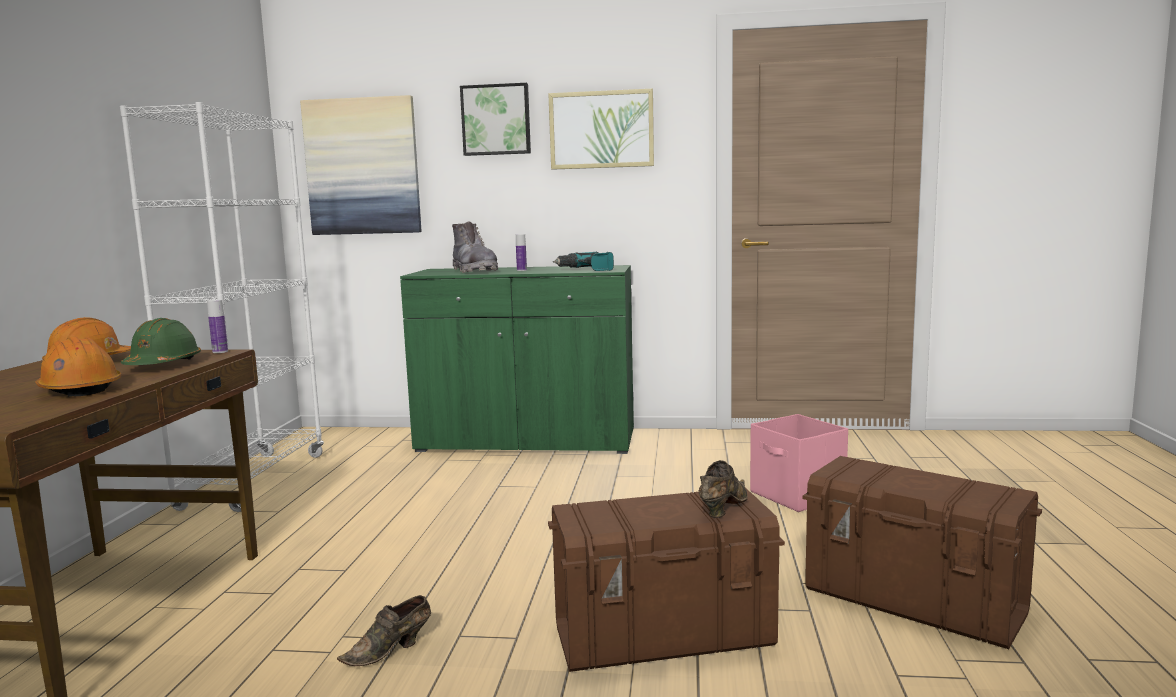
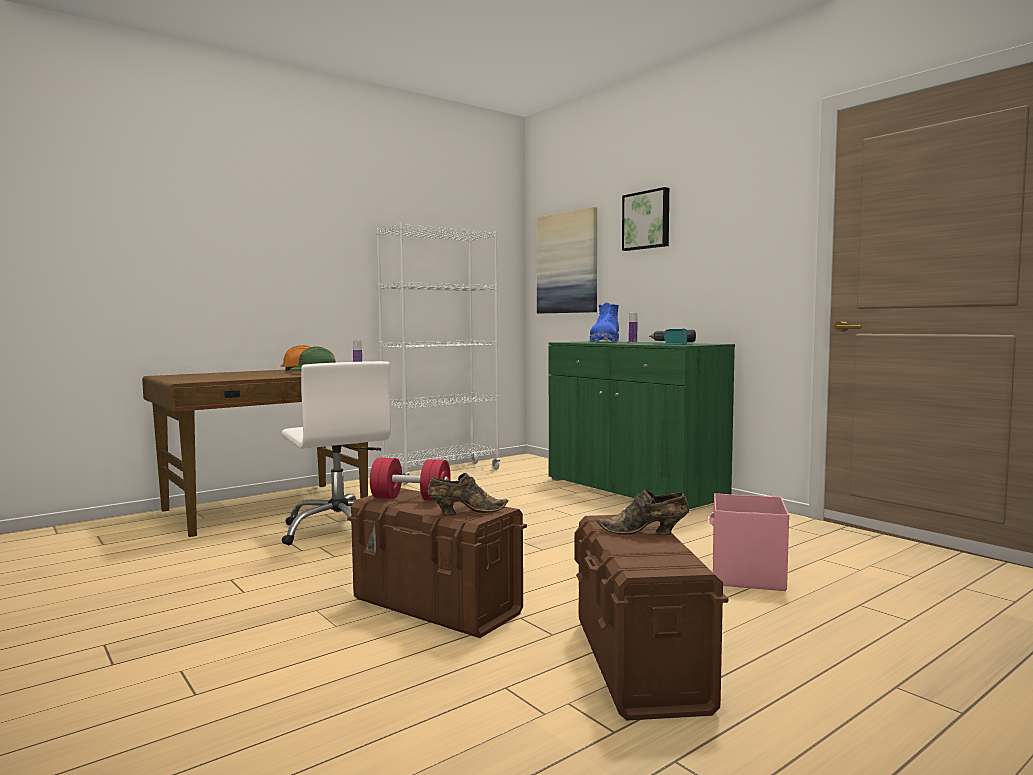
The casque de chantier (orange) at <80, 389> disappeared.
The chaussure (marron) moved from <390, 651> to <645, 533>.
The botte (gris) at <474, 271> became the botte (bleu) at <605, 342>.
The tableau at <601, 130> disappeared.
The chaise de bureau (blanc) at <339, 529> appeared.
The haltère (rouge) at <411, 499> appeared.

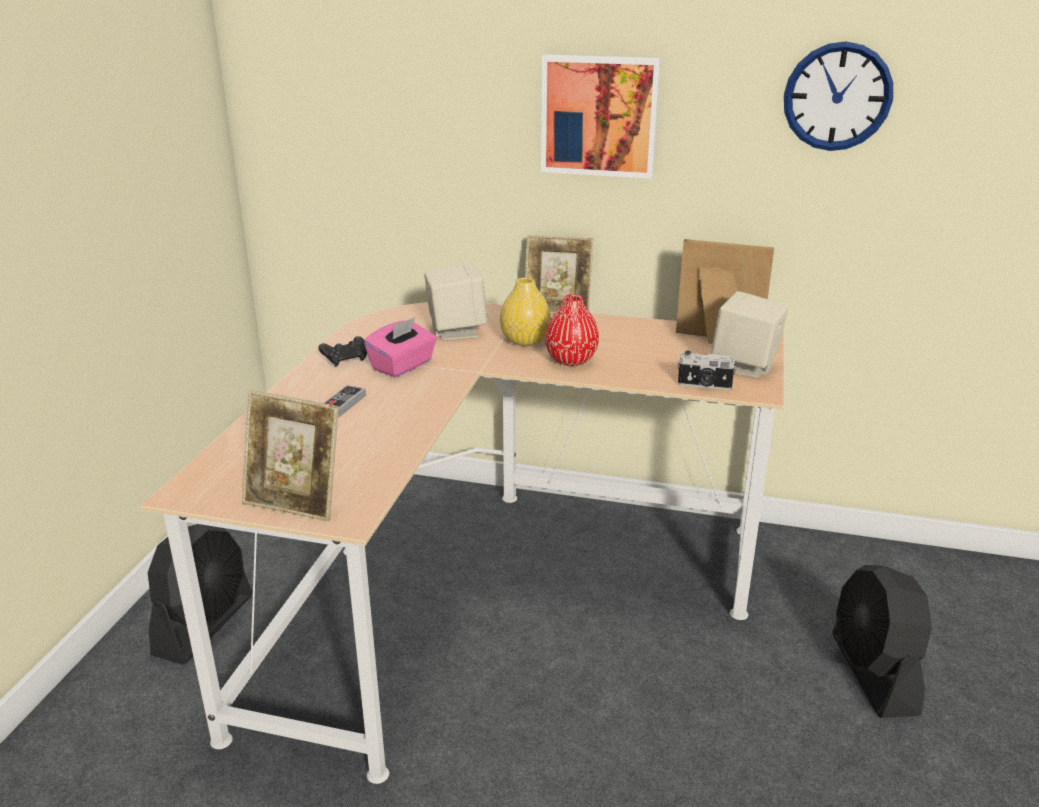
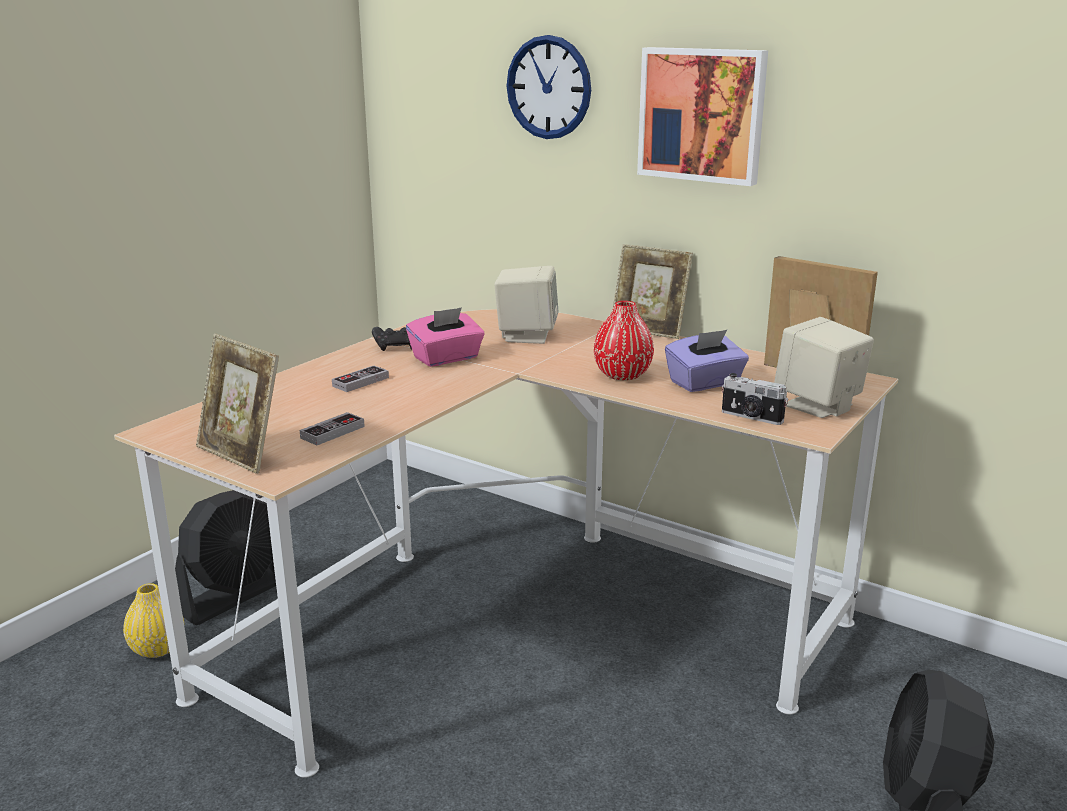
The vase (jaune) moved from <525, 340> to <158, 648>.
The horloge murale moved from <837, 97> to <549, 87>.
The manette at <332, 432> appeared.
The boîte à mouchoirs (violet) at <705, 383> appeared.

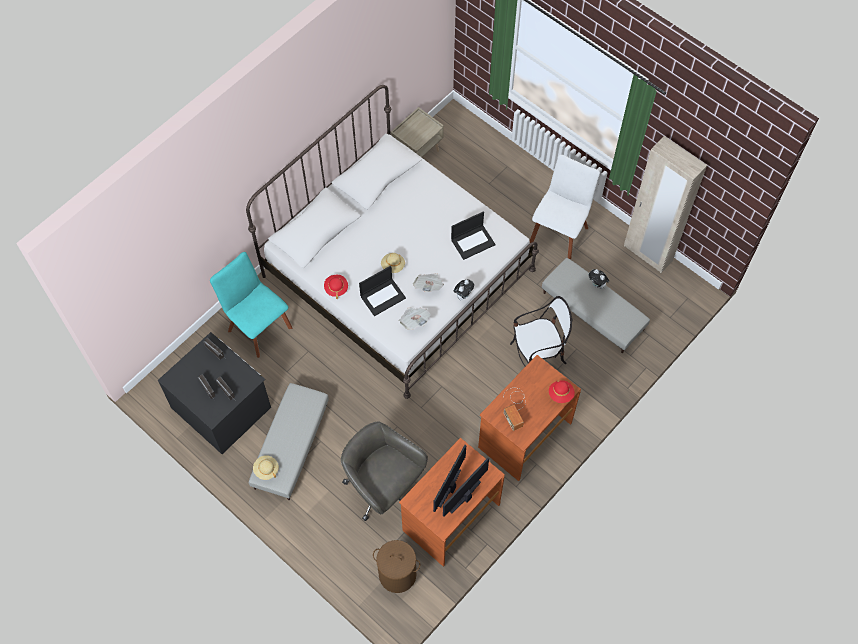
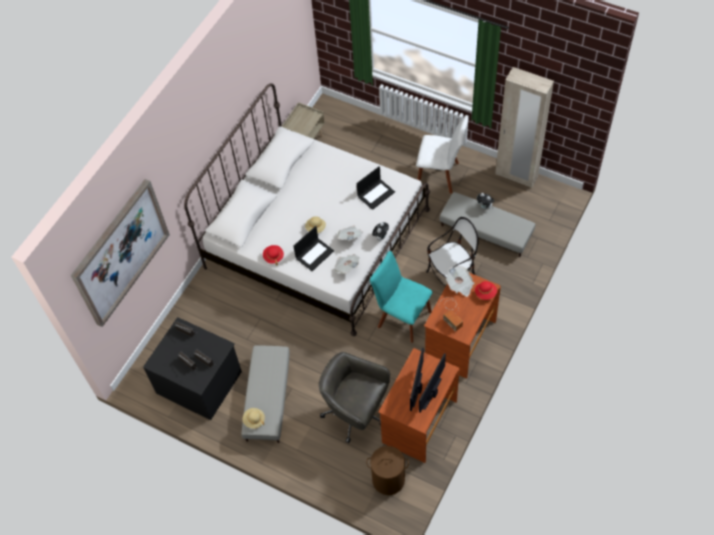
The chaise (turquoise) moved from <258, 326> to <402, 317>.
The chaise (blanc) at <559, 232> turned 90 degrees clockwise.
The tableau at <120, 252> appeared.
The journal at <460, 285> appeared.

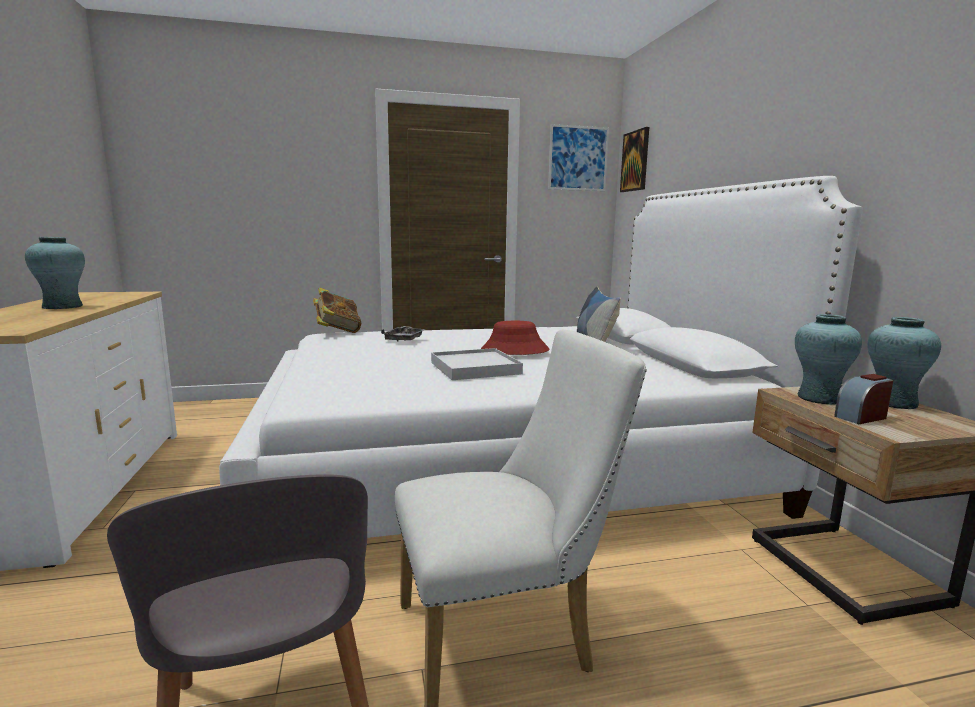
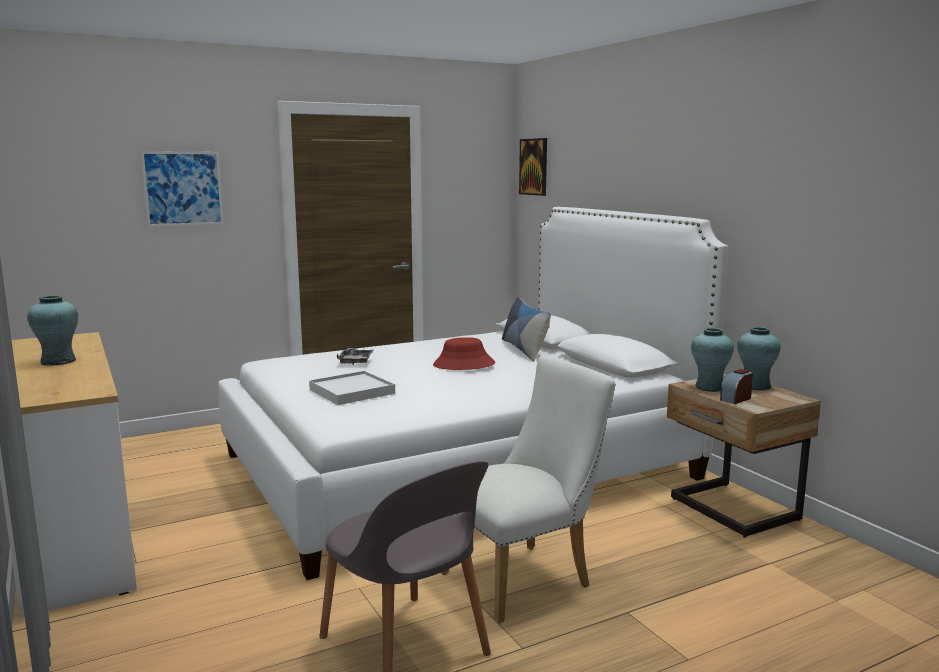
The livre at <337, 331> disappeared.
The plateau (blanc) moved from <475, 368> to <351, 391>.
The tableau moved from <578, 158> to <183, 188>.

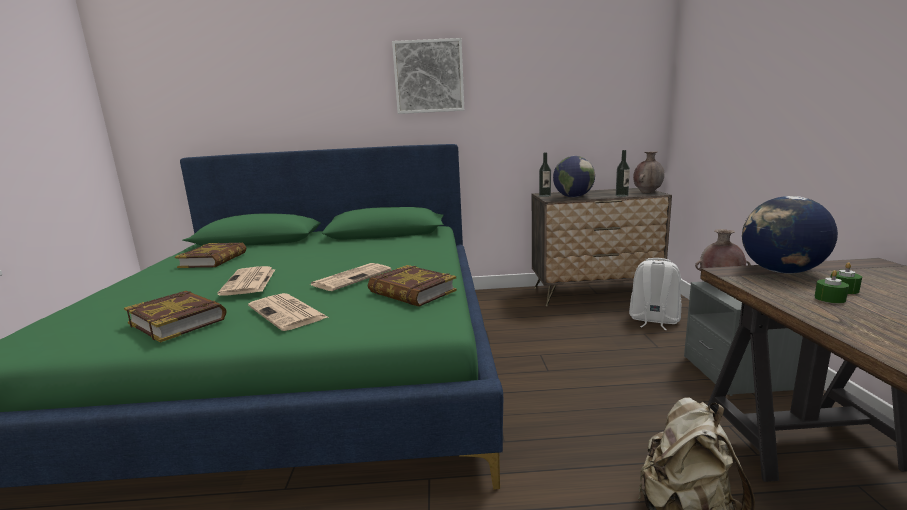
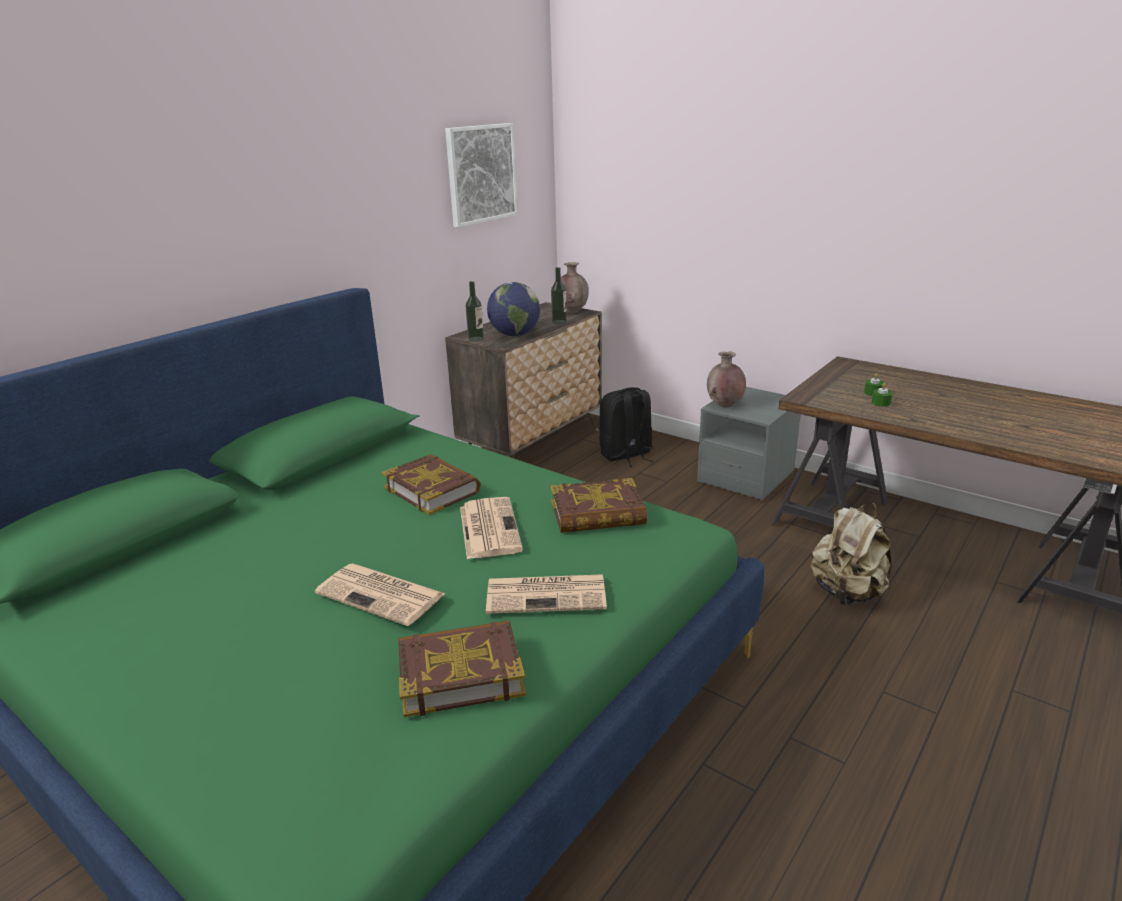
The livre moved from <214, 260> to <432, 489>.
The tableau moved from <429, 77> to <481, 174>.
The sac à dos (blanc) at <653, 320> became the sac à dos (noir) at <626, 455>.
The globe at <781, 271> disappeared.

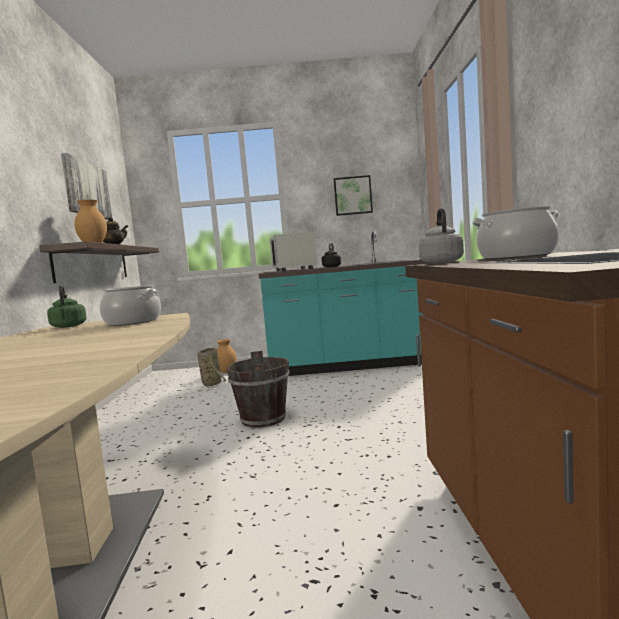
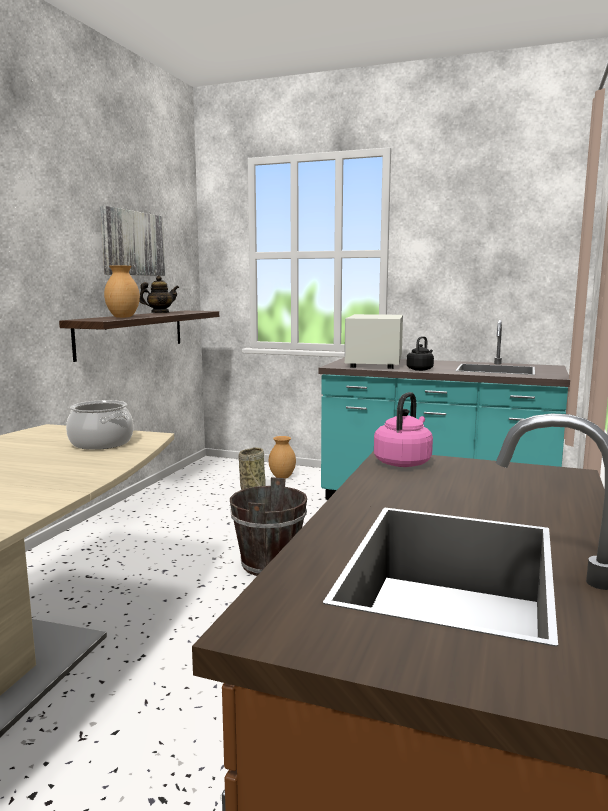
The bouilloire (vert) at <68, 326> disappeared.
The tableau at <352, 196> disappeared.
The bouilloire (gris) at <441, 262> became the bouilloire (rose) at <403, 462>.
The marmite at <516, 256> disappeared.

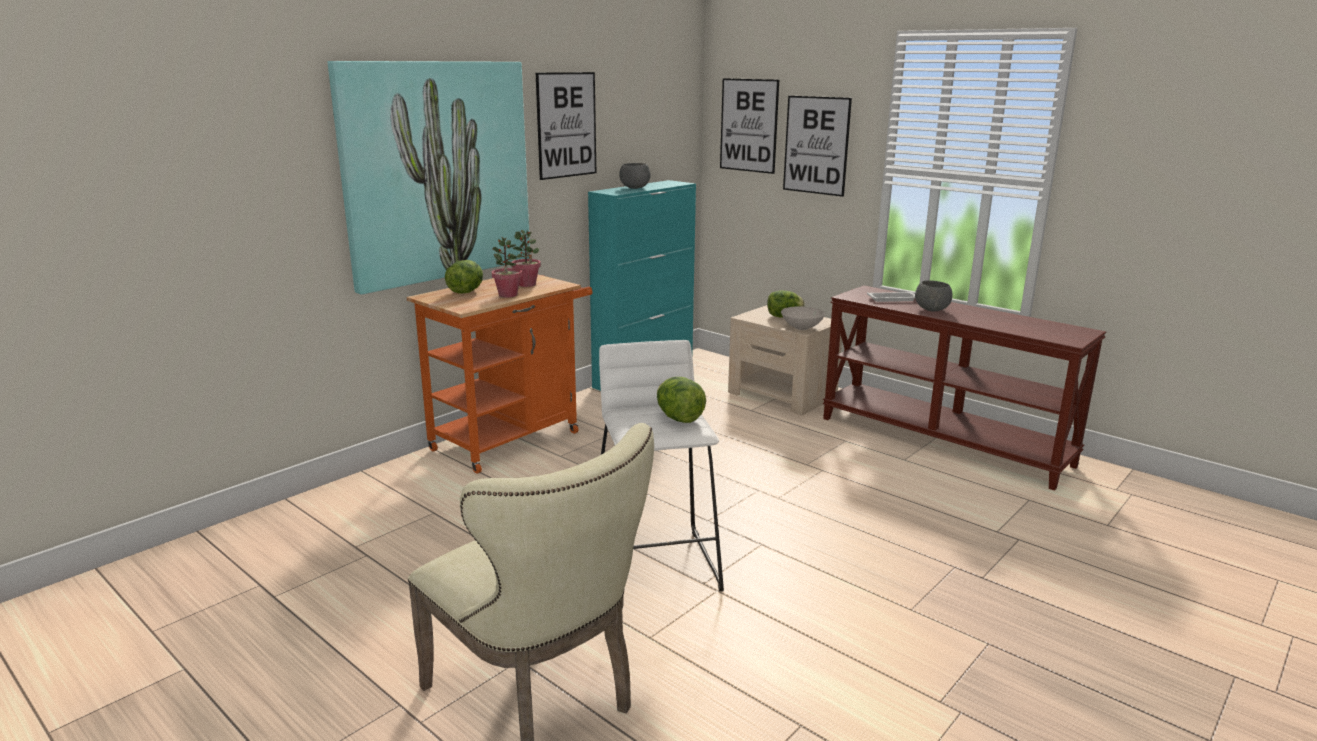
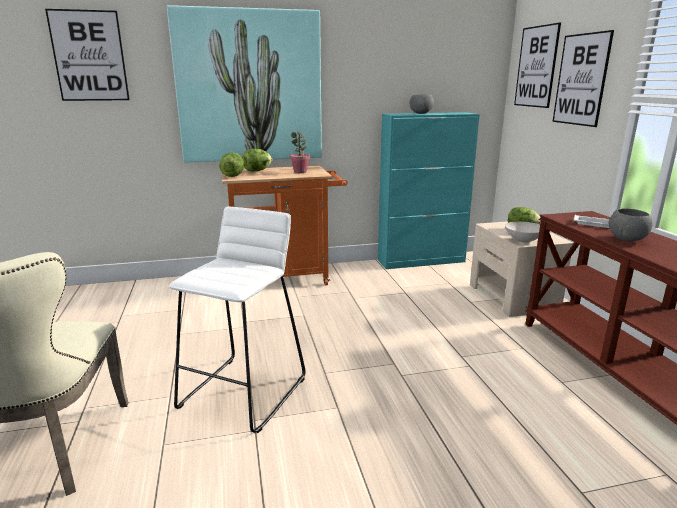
The plante en pot at <508, 295> disappeared.
The tableau moved from <566, 125> to <89, 56>.
The laitue moved from <679, 418> to <233, 176>.

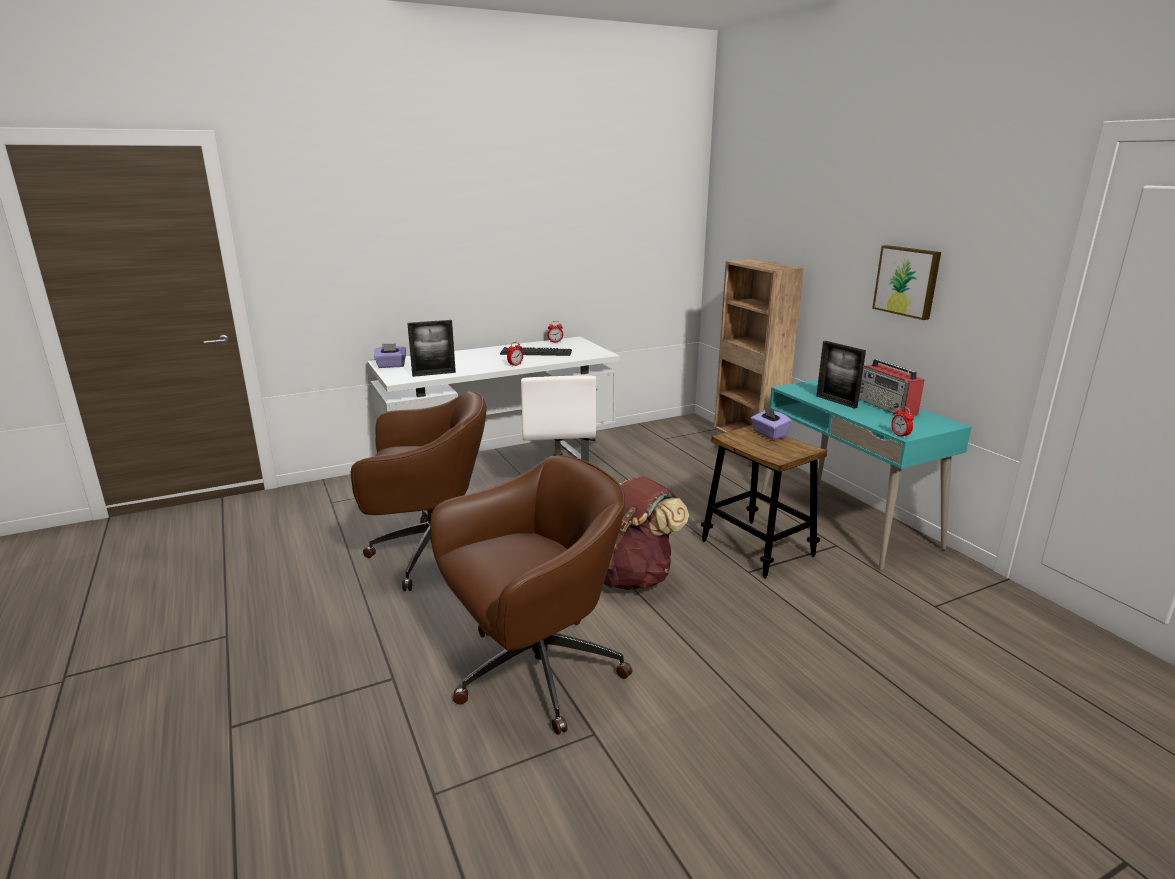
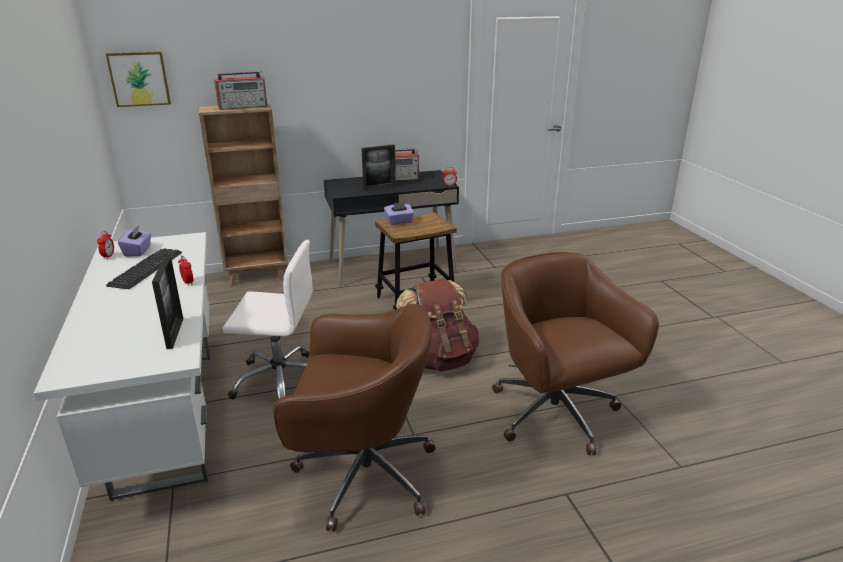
The chaise de bureau (marron) at <430, 554> turned 90 degrees clockwise.
The boîte à mouchoirs (violet) moved from <391, 366> to <138, 251>.
The bureau (turquoise) at <846, 521> became the bureau (noir) at <392, 266>.
The tableau moved from <907, 281> to <139, 79>.
The radio at <243, 107> appeared.

